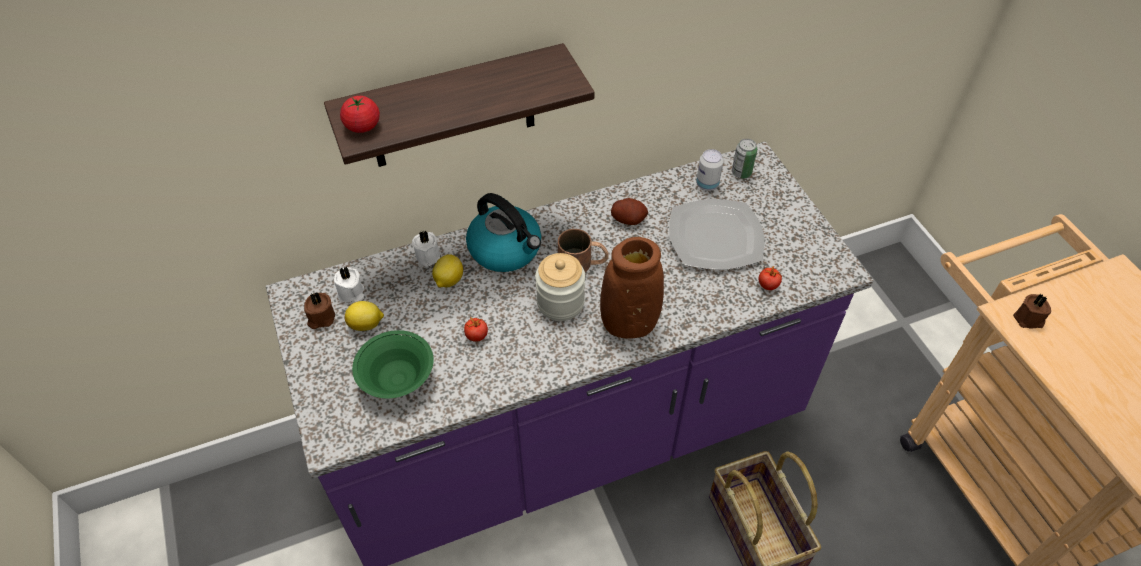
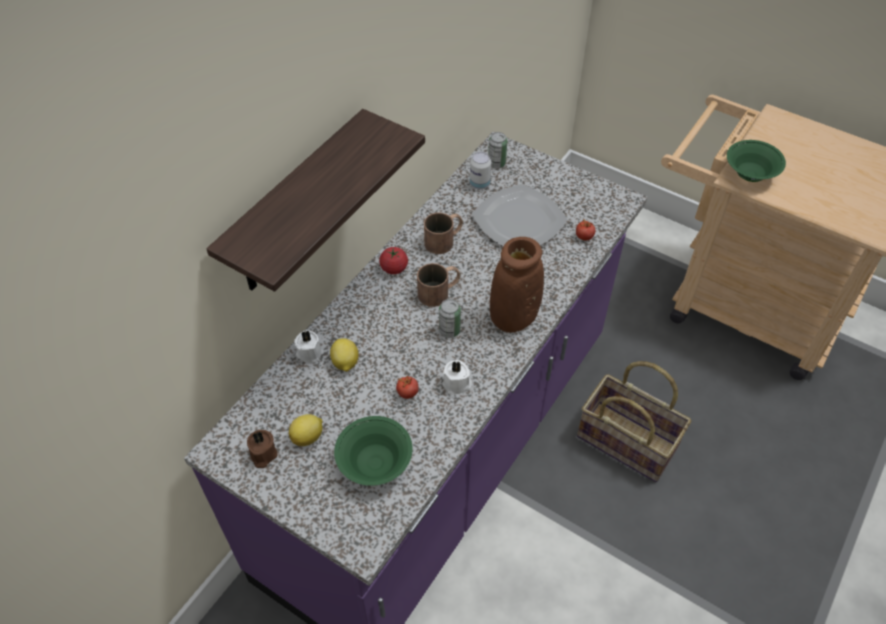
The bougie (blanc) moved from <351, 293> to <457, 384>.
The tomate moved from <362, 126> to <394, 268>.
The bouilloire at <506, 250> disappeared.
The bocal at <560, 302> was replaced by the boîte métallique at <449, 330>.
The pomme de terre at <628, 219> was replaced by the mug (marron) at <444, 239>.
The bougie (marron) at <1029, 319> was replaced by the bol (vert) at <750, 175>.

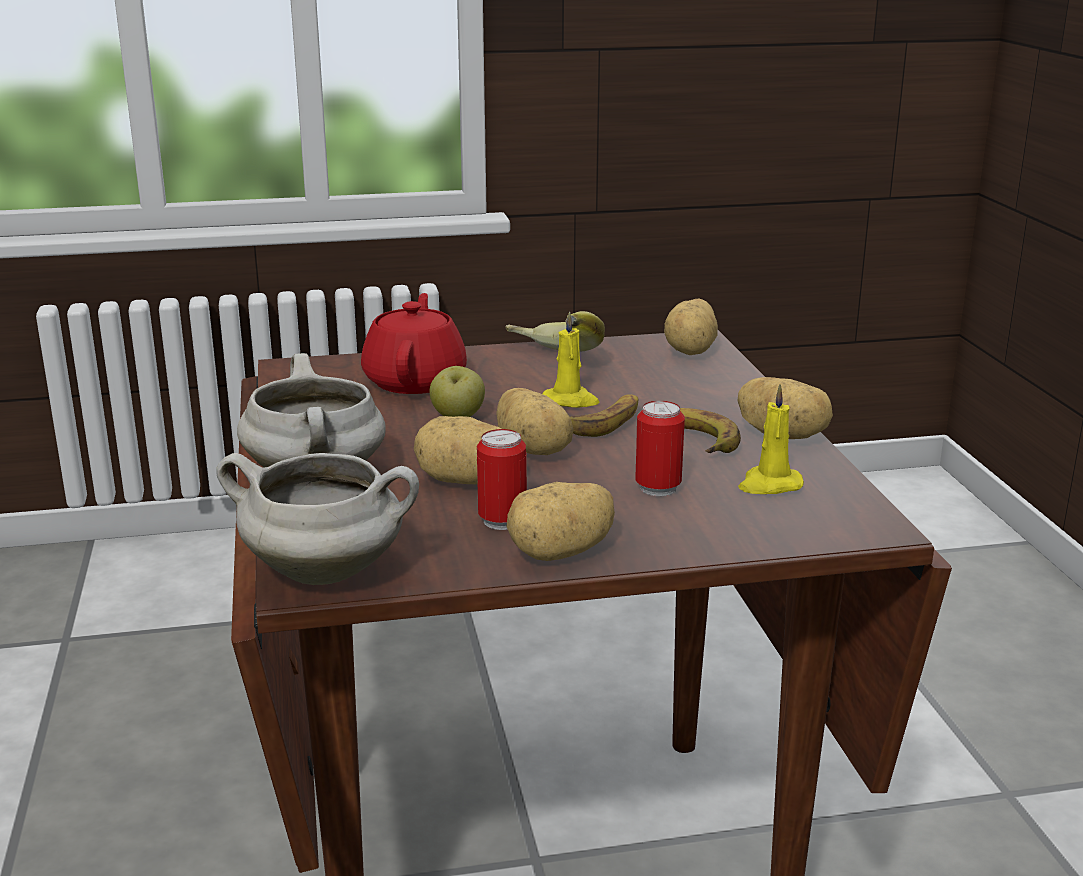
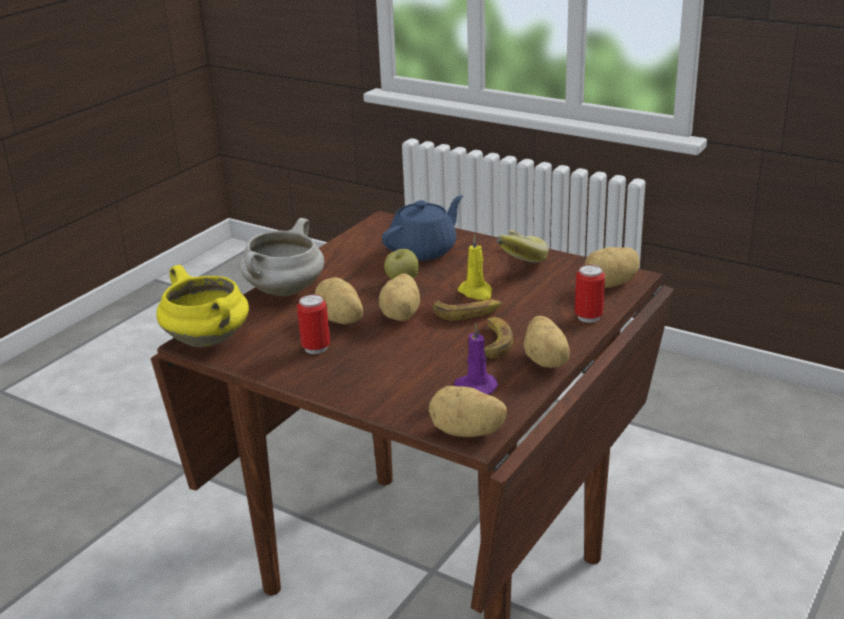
The marmite (blanc) at <327, 571> became the marmite (jaune) at <209, 340>.
The théière (rouge) at <416, 381> became the théière (bleu) at <424, 250>.
The pomme de terre moved from <562, 553> to <467, 432>.
The boîte métallique moved from <658, 488> to <588, 317>.
The bougie (jaune) at <769, 485> became the bougie (violet) at <475, 386>.

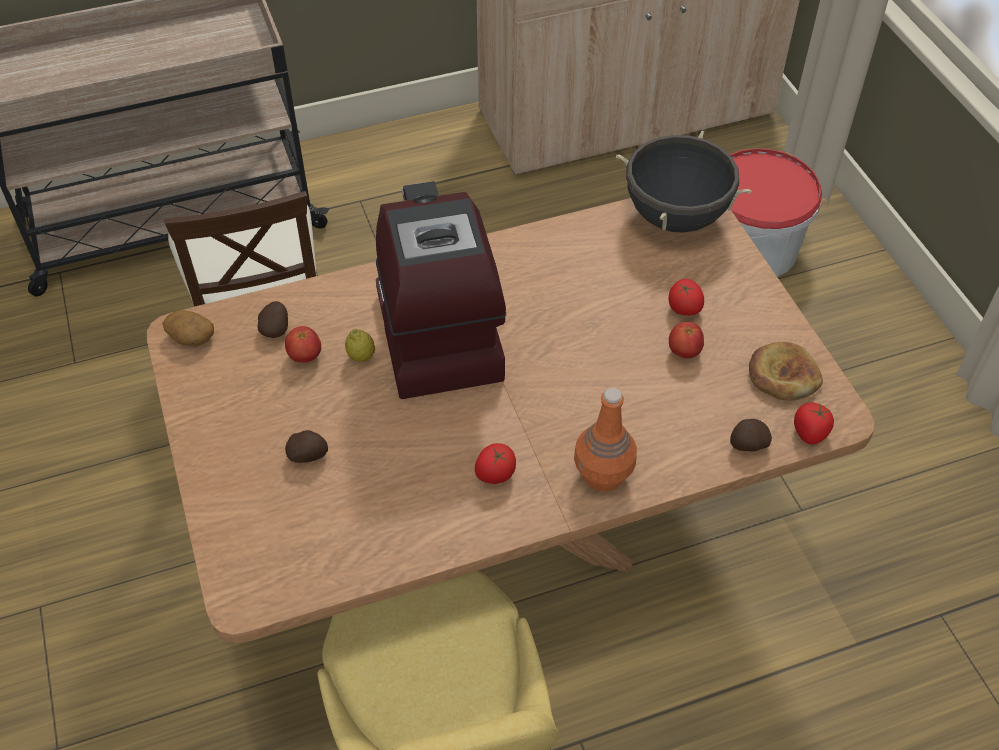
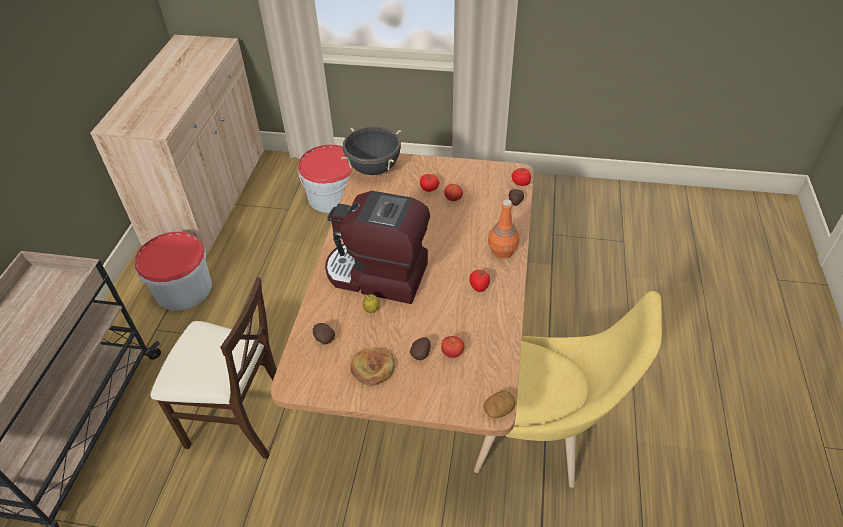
The pomme de terre moved from <190, 337> to <498, 410>.
The tomate moved from <305, 356> to <452, 353>.
The pain moved from <783, 375> to <372, 368>.
The seau at <183, 289> appeared.

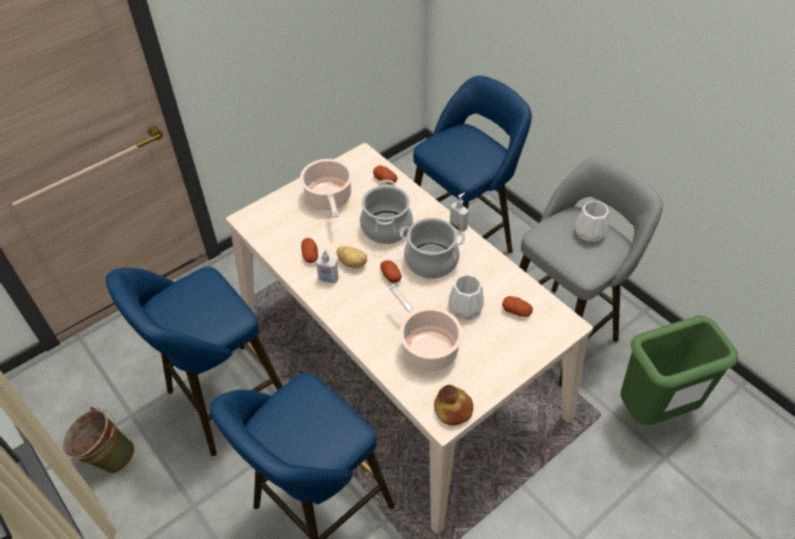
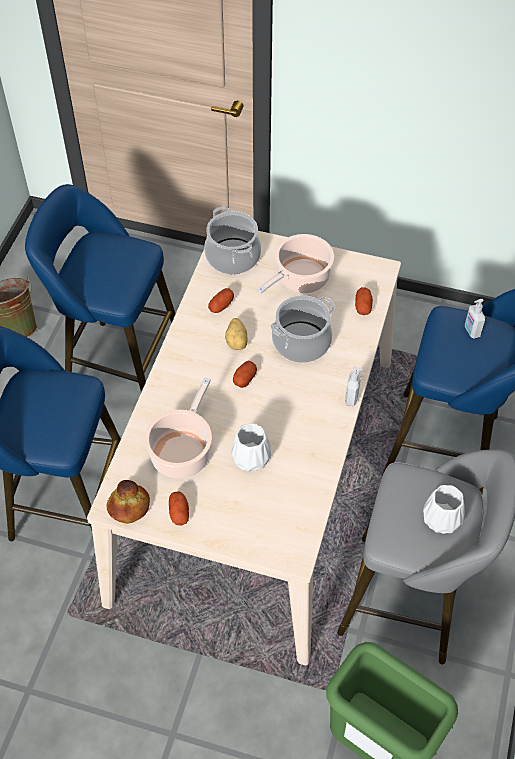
The distributeur de savon moved from <328, 279> to <471, 331>.
The marmite moved from <431, 261> to <233, 256>.
The pomme de terre moved from <516, 311> to <179, 513>.

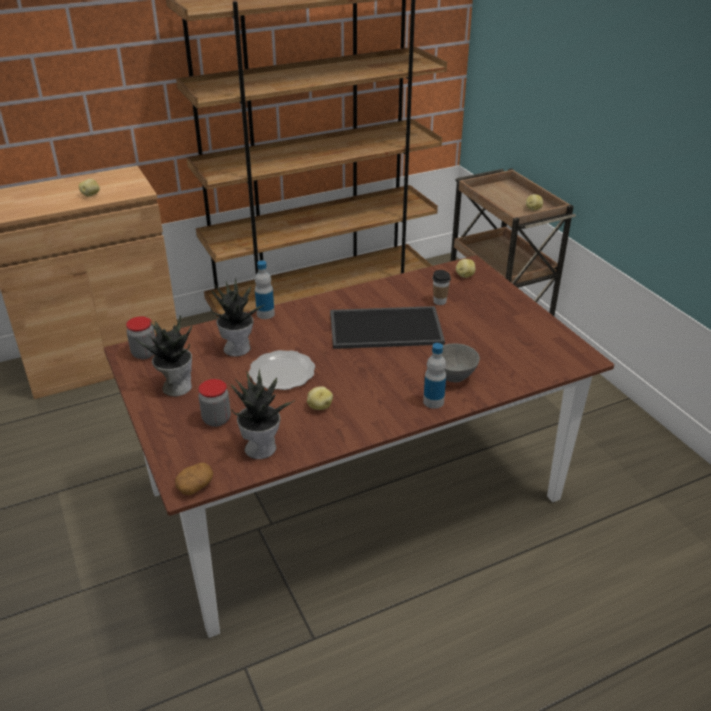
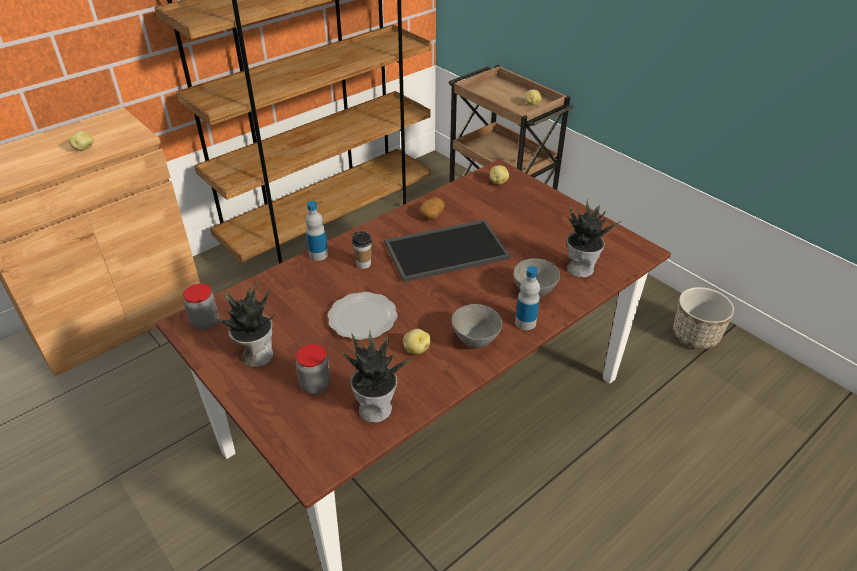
The pomme de terre moved from <195, 486> to <432, 214>.
The plante en pot moved from <238, 348> to <581, 268>.
The tasse moved from <439, 301> to <363, 264>.
The bol (gris) at <476, 341> appeared.
The cache-pot at <695, 335> appeared.

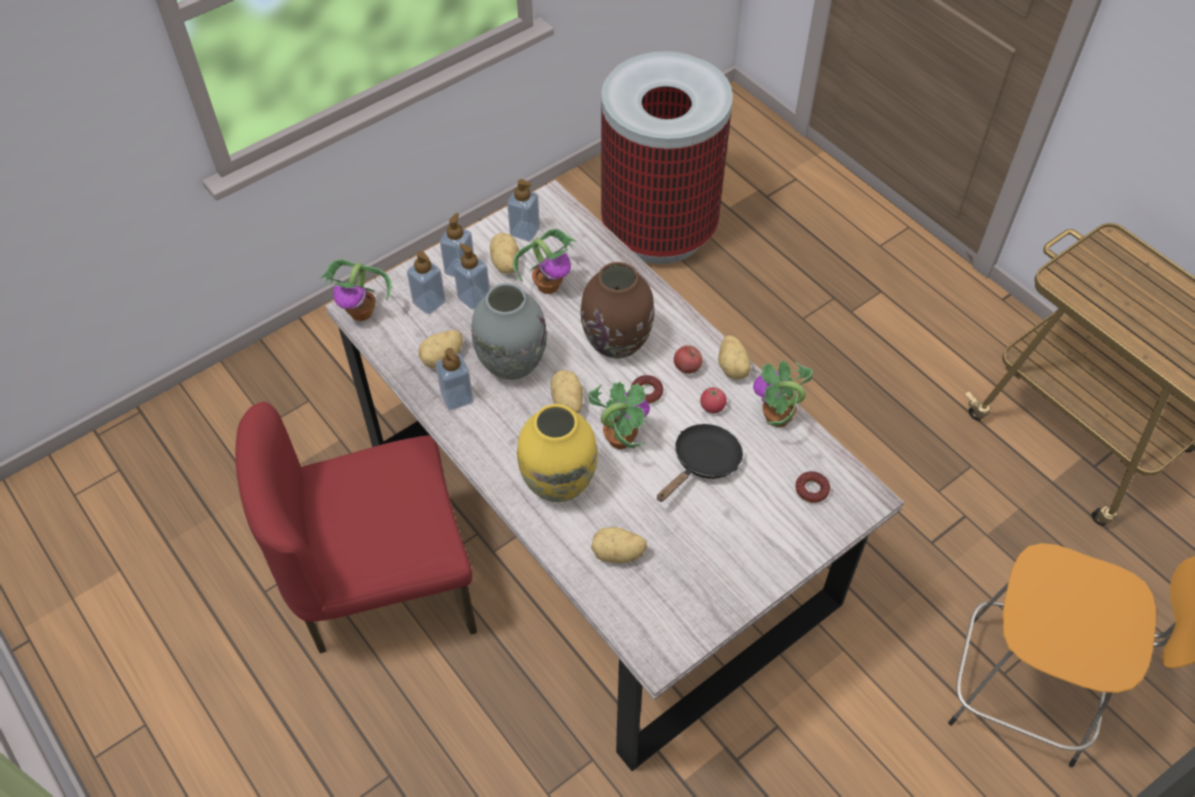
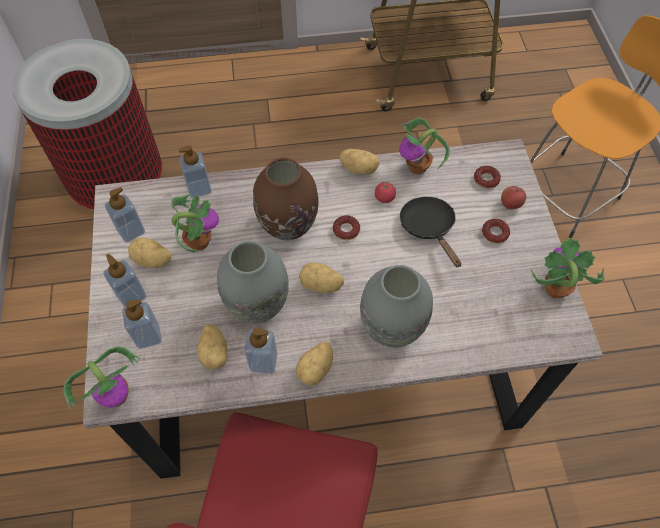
The distributeur de savon moved from <474, 298> to <199, 188>.
The vase (jaune) at <557, 483> became the vase (gris) at <391, 328>.
The plante en pot moved from <619, 438> to <555, 289>.
The pomme de terre moved from <618, 554> to <316, 369>.
The pomme moved from <687, 367> to <510, 204>.
The beignet at <495, 233> appeared.

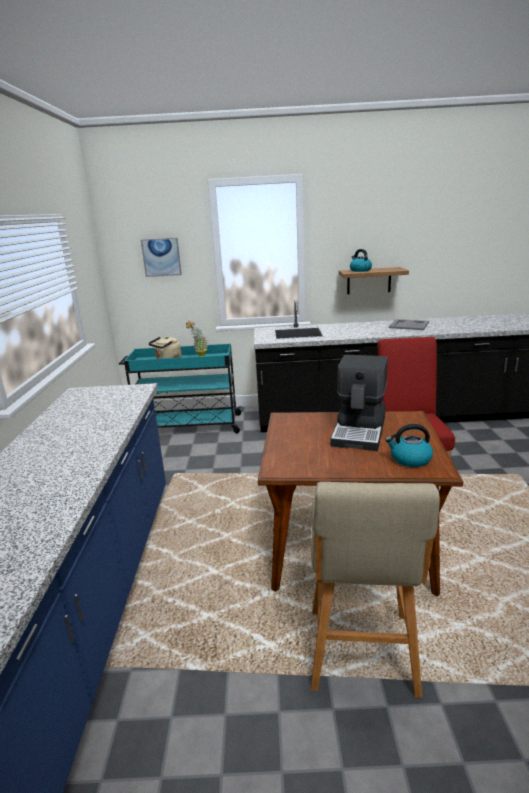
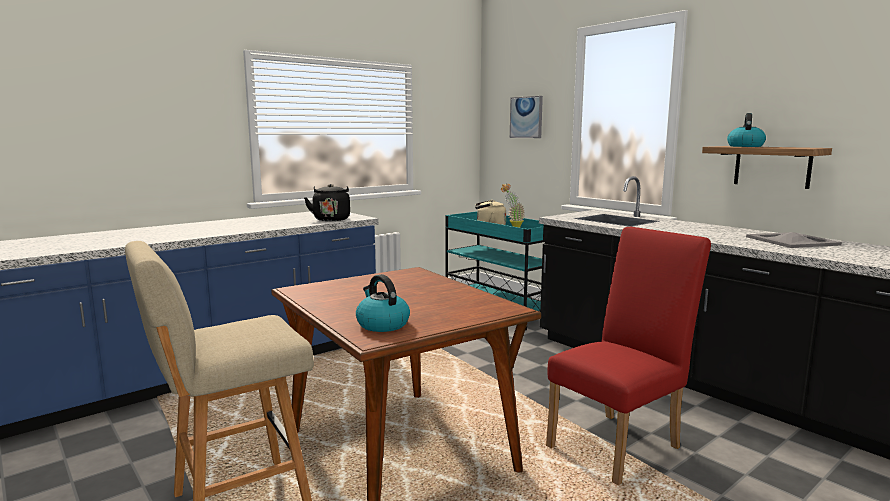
The machine à café at <360, 431> disappeared.
The bouilloire (noir) at <331, 219> appeared.

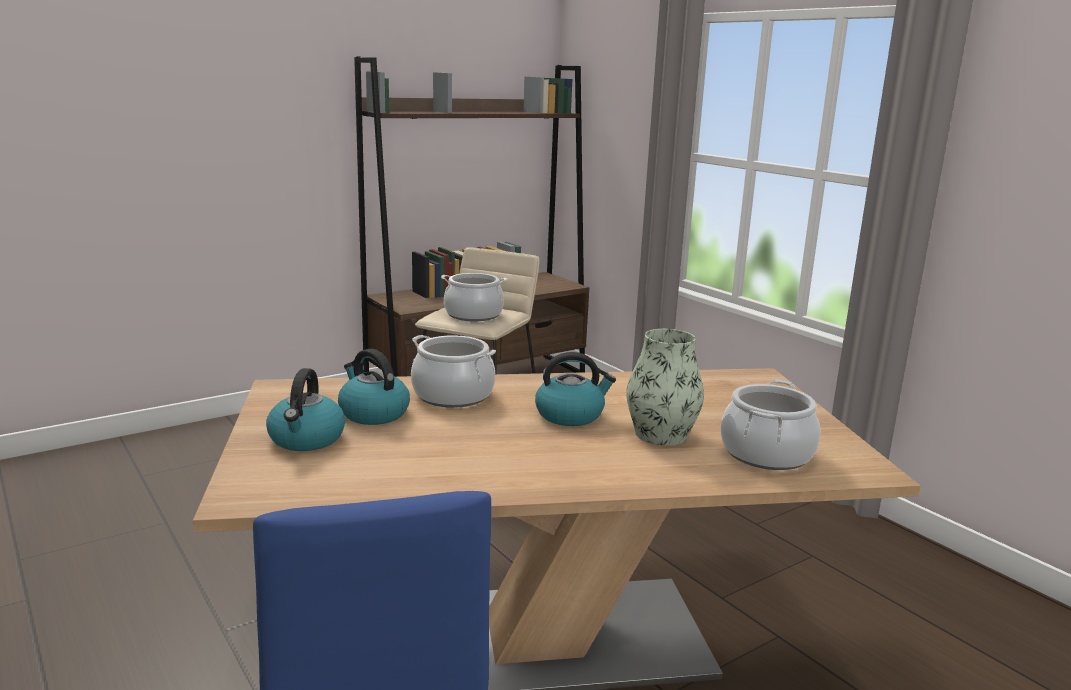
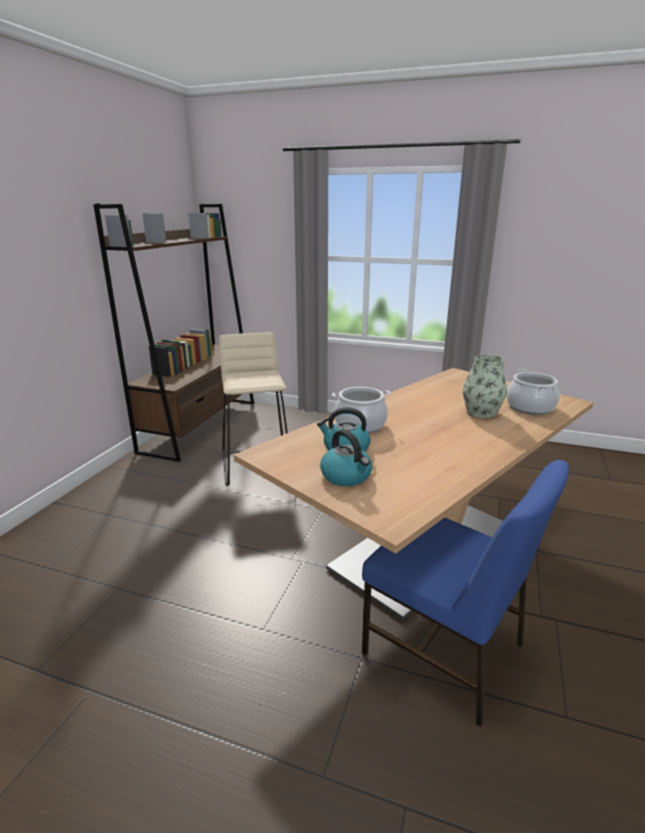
The marmite at <473, 315> disappeared.
The bouilloire at <570, 415> disappeared.

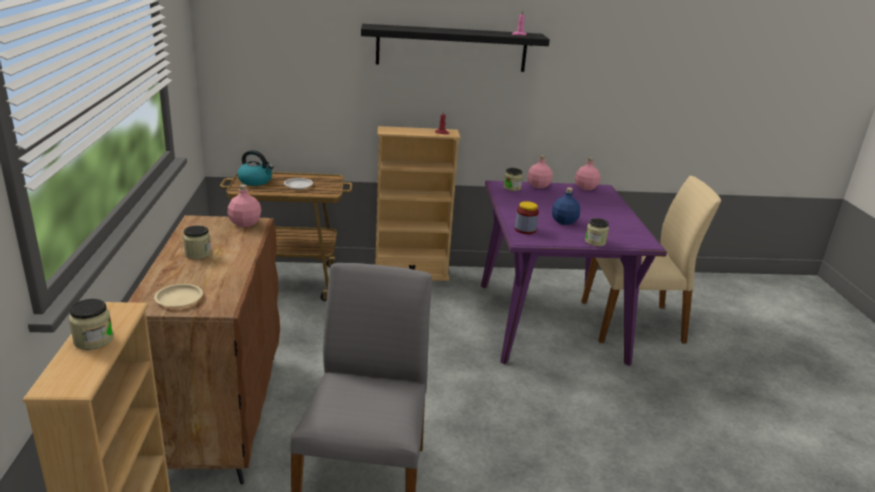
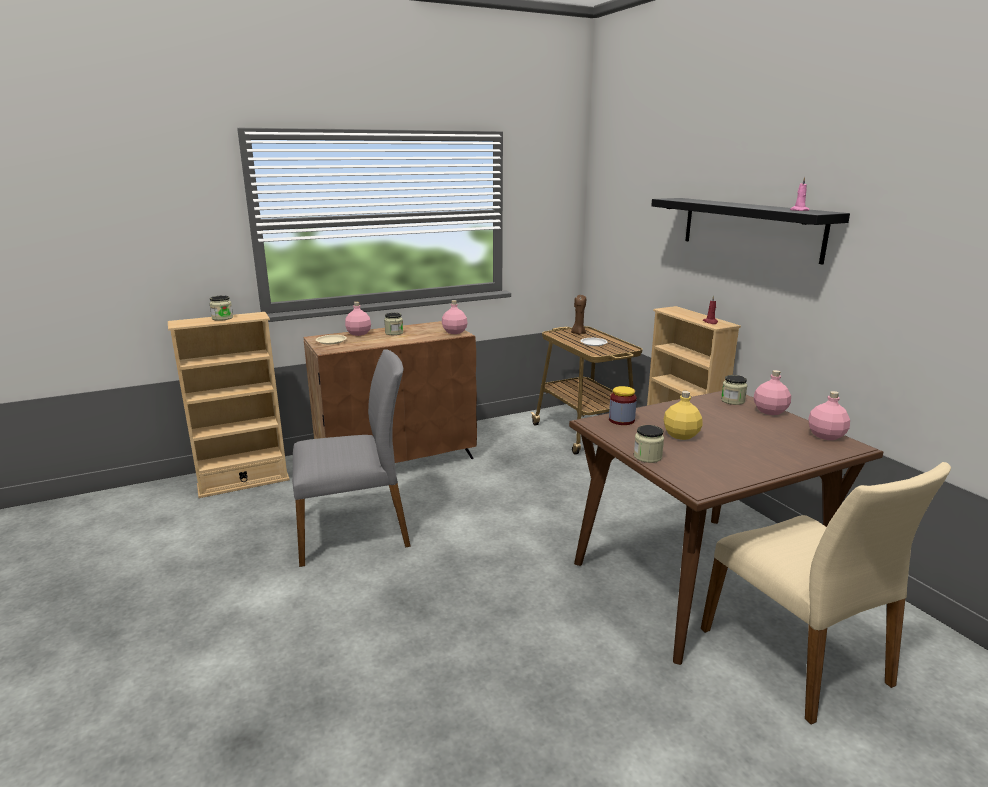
The bouilloire at <256, 181> was replaced by the bougie (marron) at <578, 333>.
The table à manger (violet) at <550, 322> became the table à manger (marron) at <698, 581>.
The bouteille (bleu) at <564, 221> became the bouteille (jaune) at <680, 435>.
The bouteille (rose) at <358, 334> appeared.

